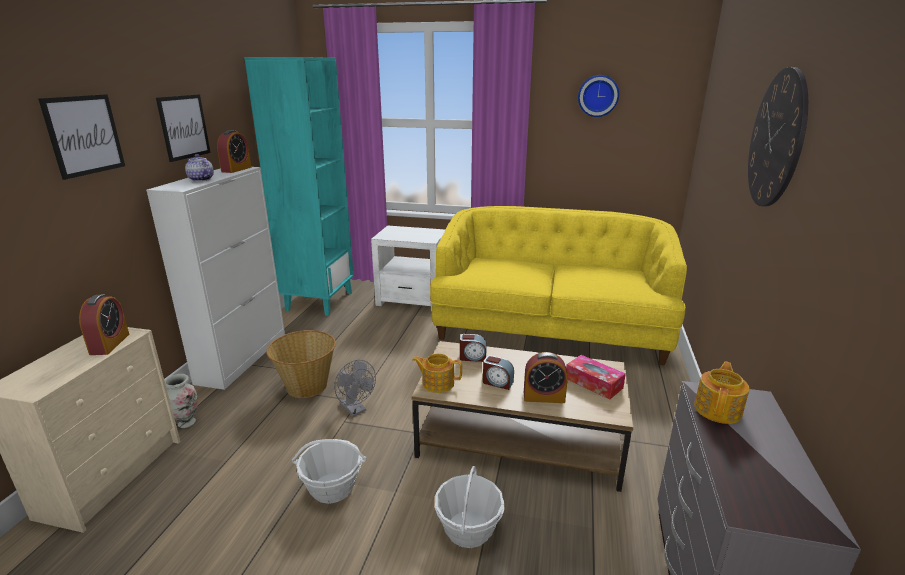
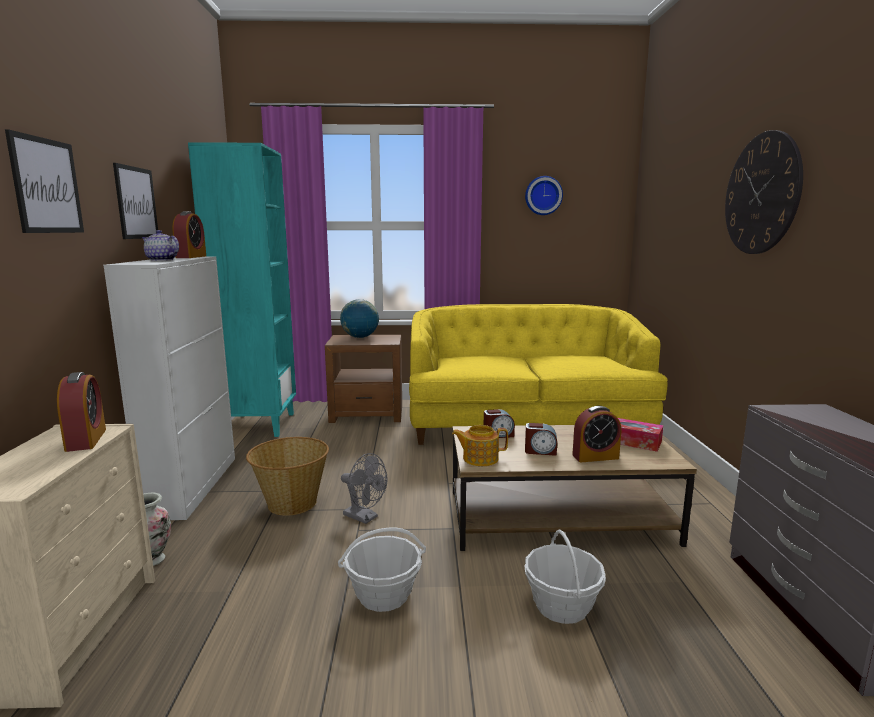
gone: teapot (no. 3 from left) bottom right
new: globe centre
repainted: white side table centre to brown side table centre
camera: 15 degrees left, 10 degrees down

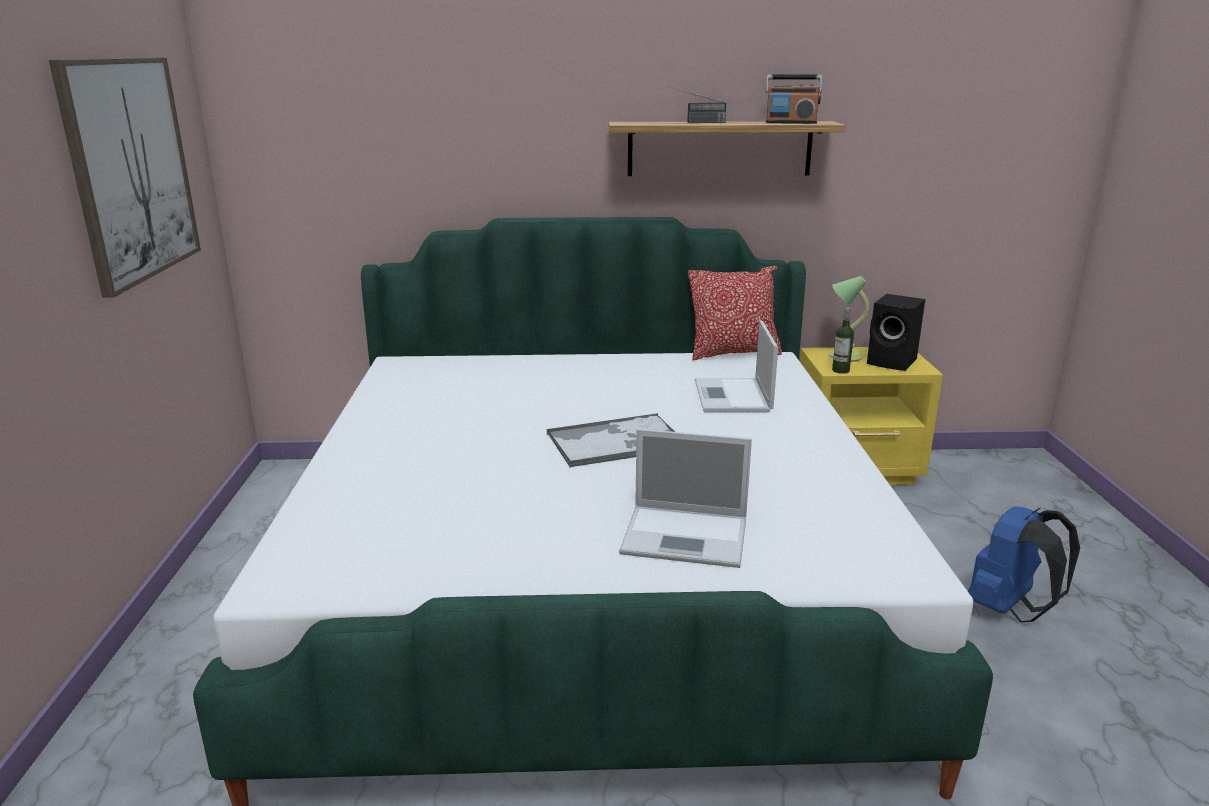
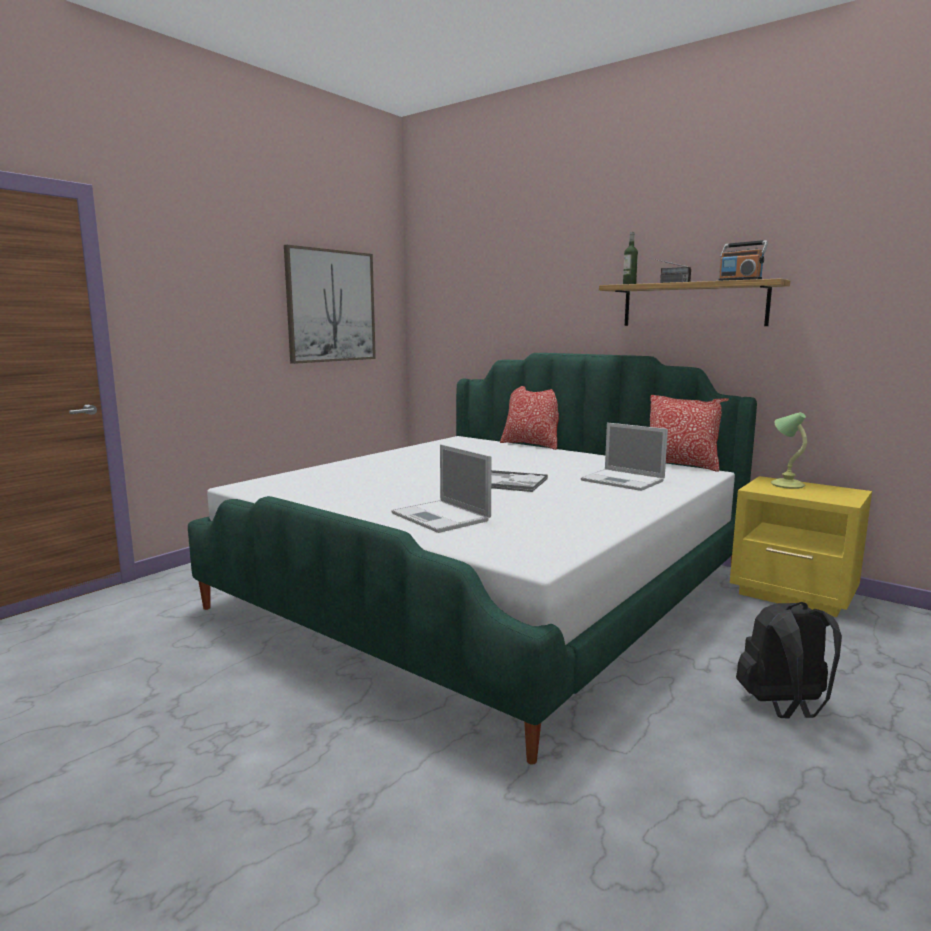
gone: black speaker middle right
new: pillow (no. 1 from left) centre
shifted: bottle middle right to top right
repainted: blue backpack bottom right to black backpack bottom right
rotated: laptop (no. 2 from left) centre = middle right 90 degrees counterclockwise
camera: 40 degrees right, 10 degrees down

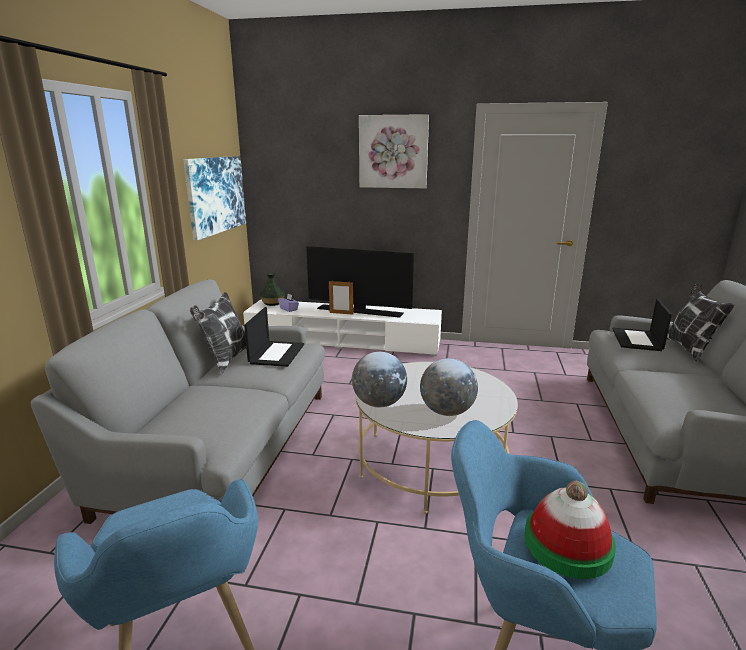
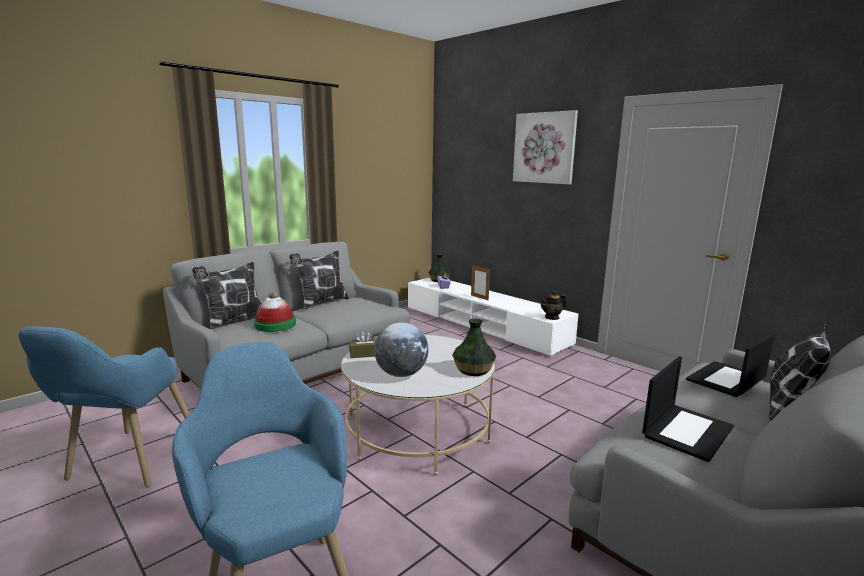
gone: picture (no. 1 from left) top left; television centre
new: pillow (no. 1 from left) middle left; vase (no. 2 from left) centre; teapot centre
shifted: laptop (no. 1 from left) centre to bottom right; hat bottom right to middle left
swapped: globe (no. 1 from left) centre to brown tissue box centre
camera: 35 degrees right, 5 degrees down

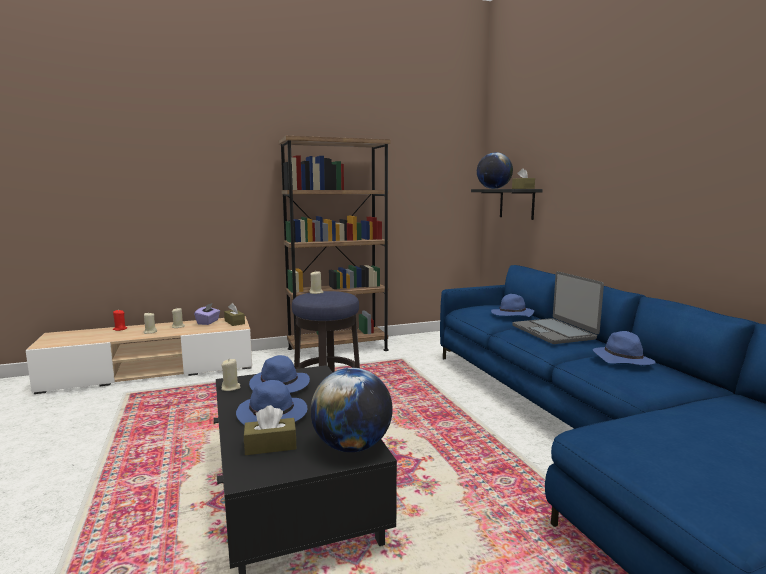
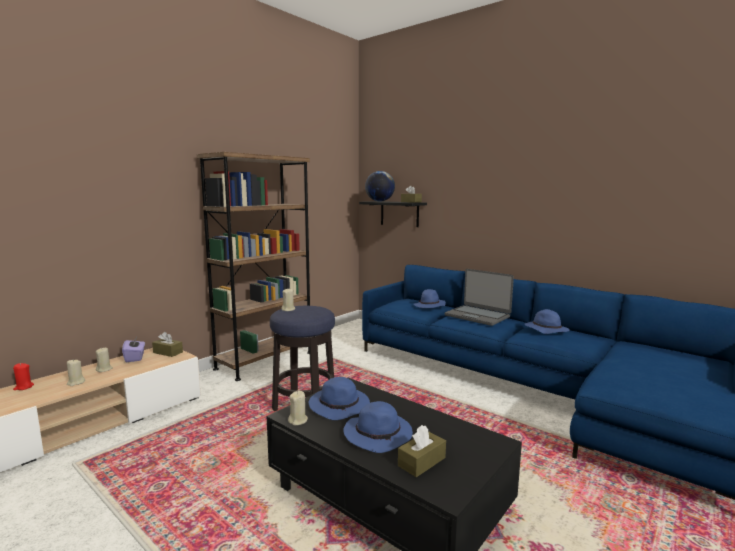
gone: globe (no. 1 from left) bottom centre
camera: 30 degrees left, 0 degrees up

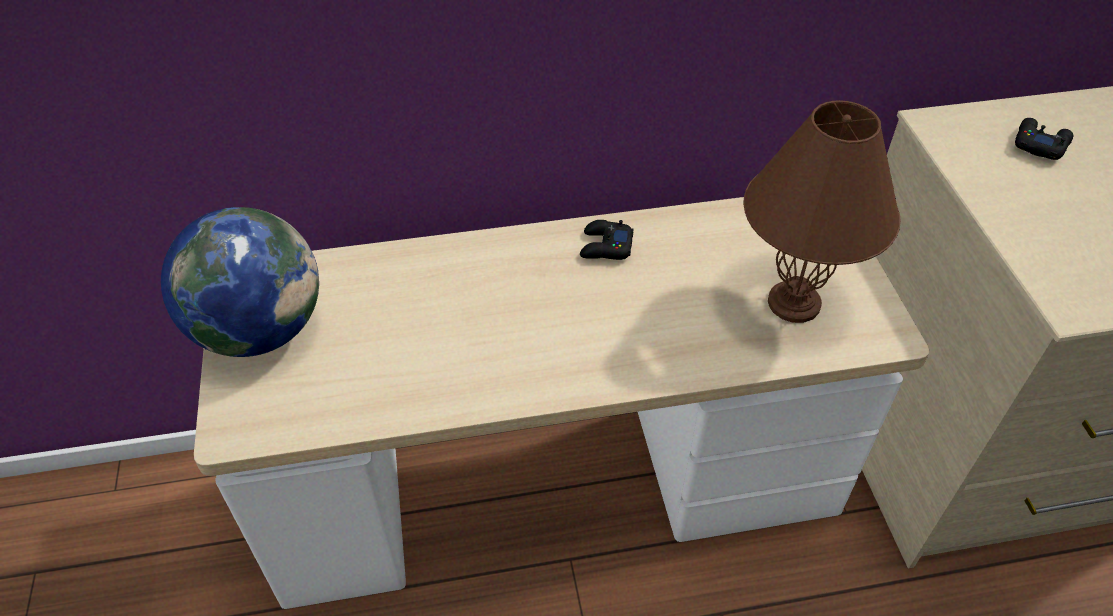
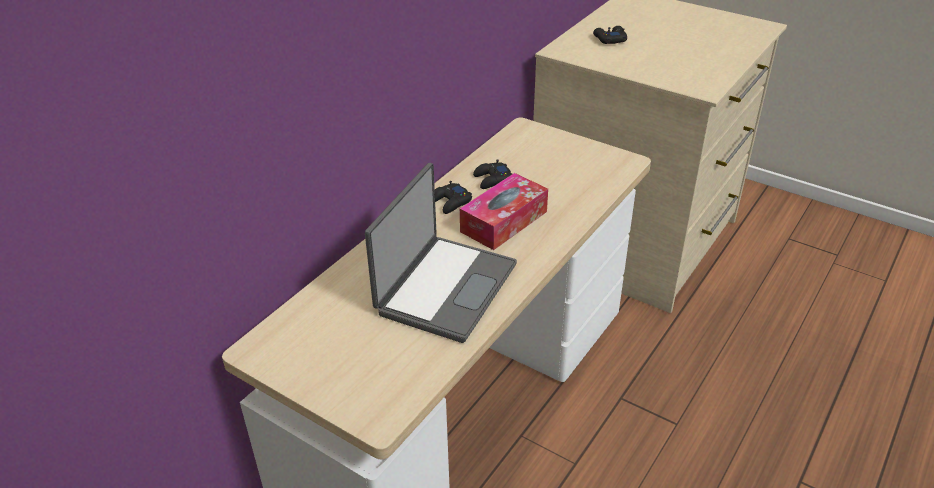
gone: globe middle left; brown table lamp middle right
new: laptop centre; tissue box centre; black game controller (no. 2 from left) centre
camera: 45 degrees left, 10 degrees down

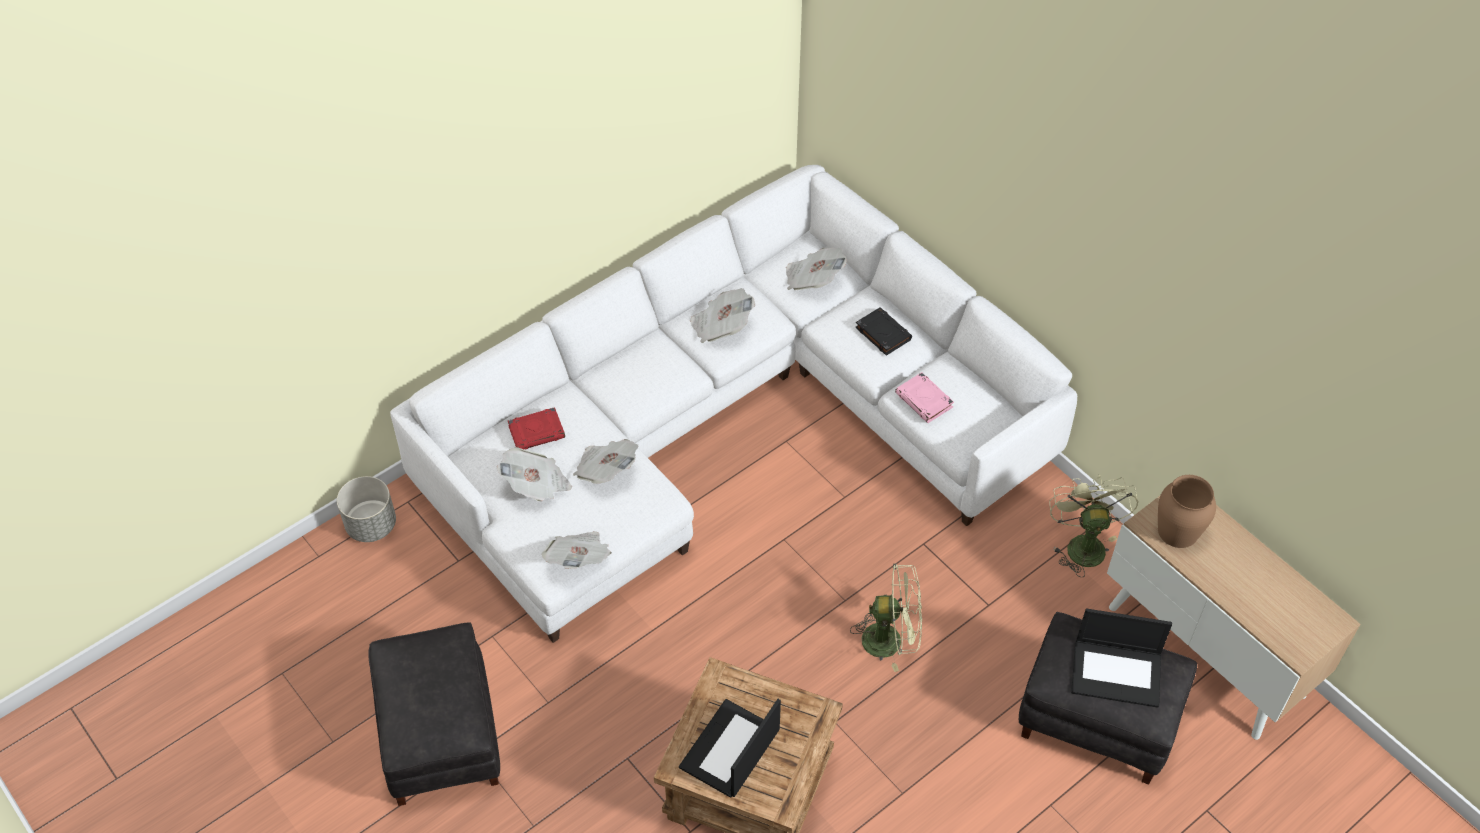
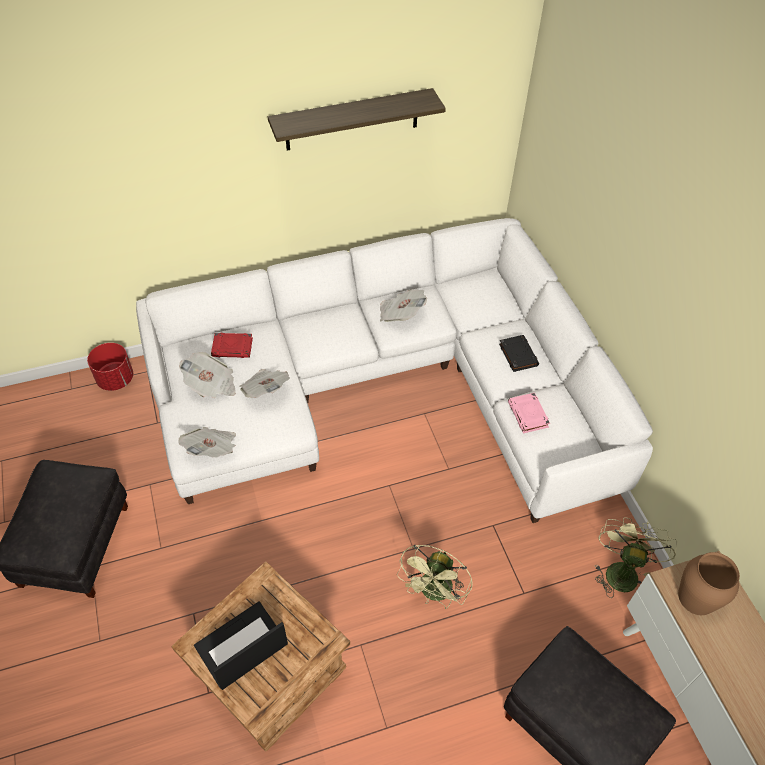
gone: newspaper (no. 5 from left) top centre; laptop (no. 2 from left) bottom right
new: shelf top centre
repainted: grey planter middle left to red planter middle left
rotated: green fan (no. 1 from left) bottom centre = bottom centre 90 degrees clockwise
camera: 20 degrees right, 0 degrees up

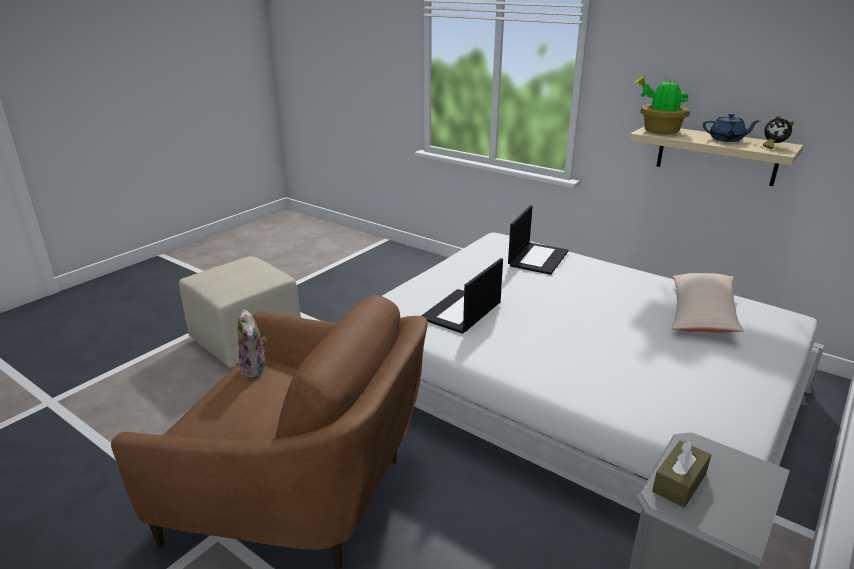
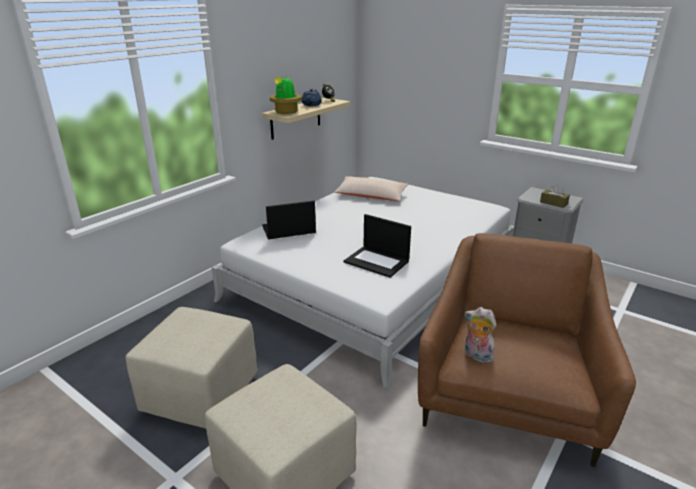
new: beige ottoman (no. 1 from left) bottom left
rotated: plush toy middle left = bottom right 120 degrees counterclockwise; laptop (no. 2 from left in the first image) centre = centre 45 degrees counterclockwise
camera: 90 degrees left, 0 degrees up

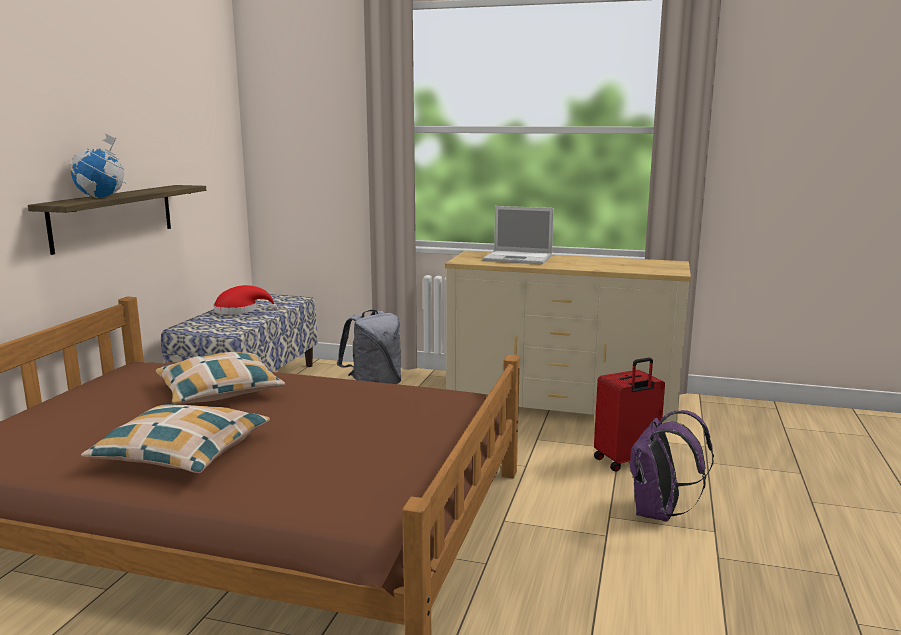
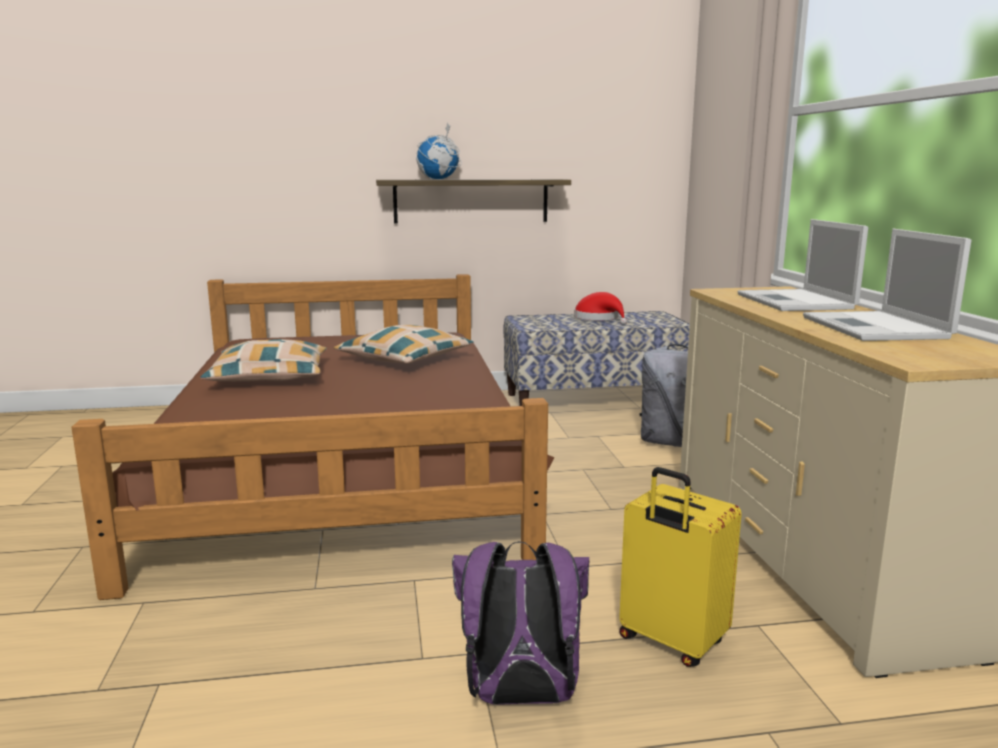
new: laptop (no. 2 from left) middle right
repainted: red suitcase middle right to yellow suitcase bottom right
camera: 65 degrees right, 0 degrees up

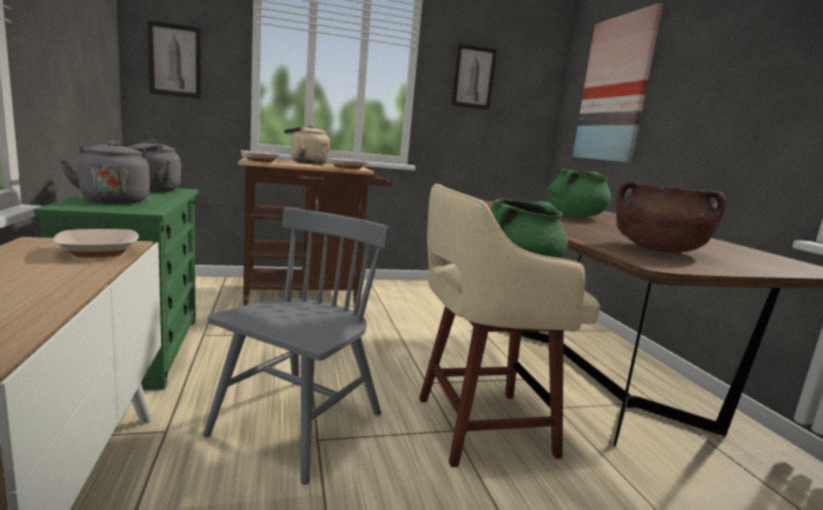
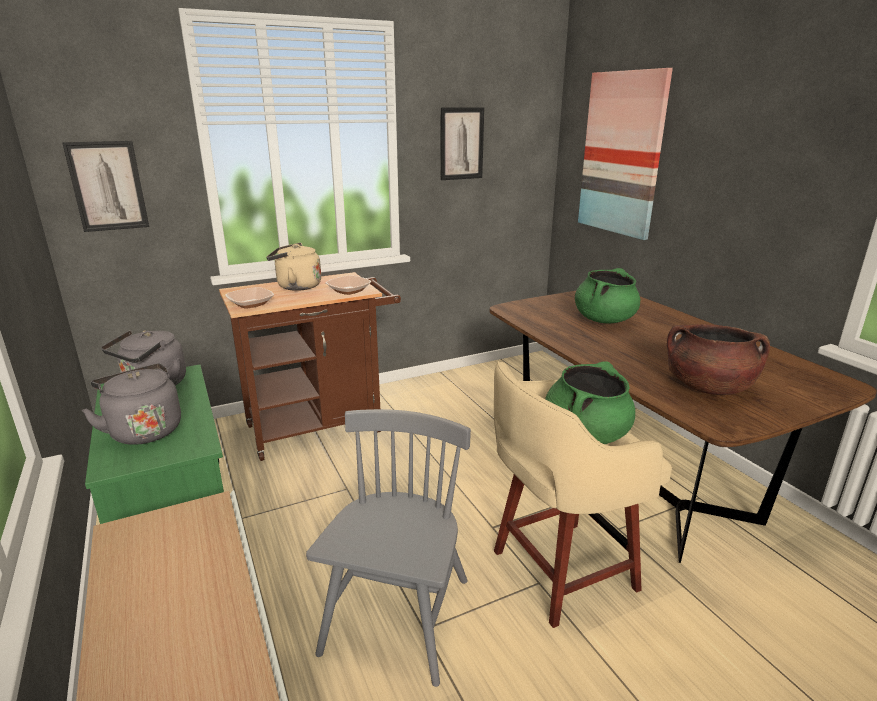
gone: bowl (no. 1 from left) middle left
camera: 10 degrees left, 10 degrees up

